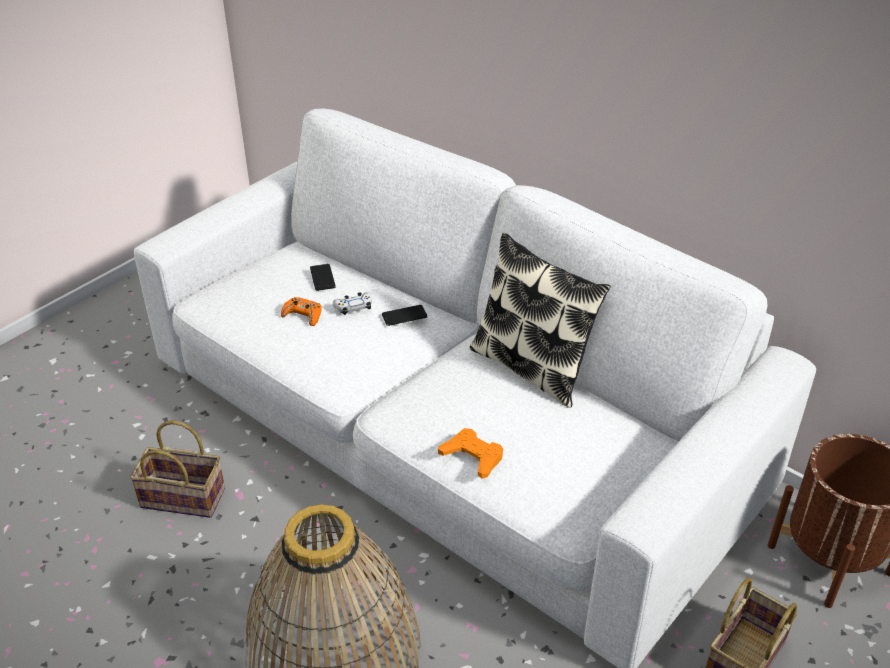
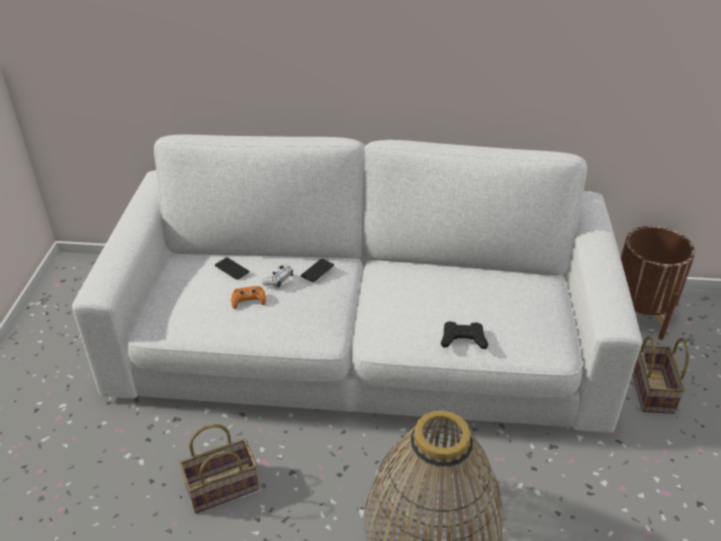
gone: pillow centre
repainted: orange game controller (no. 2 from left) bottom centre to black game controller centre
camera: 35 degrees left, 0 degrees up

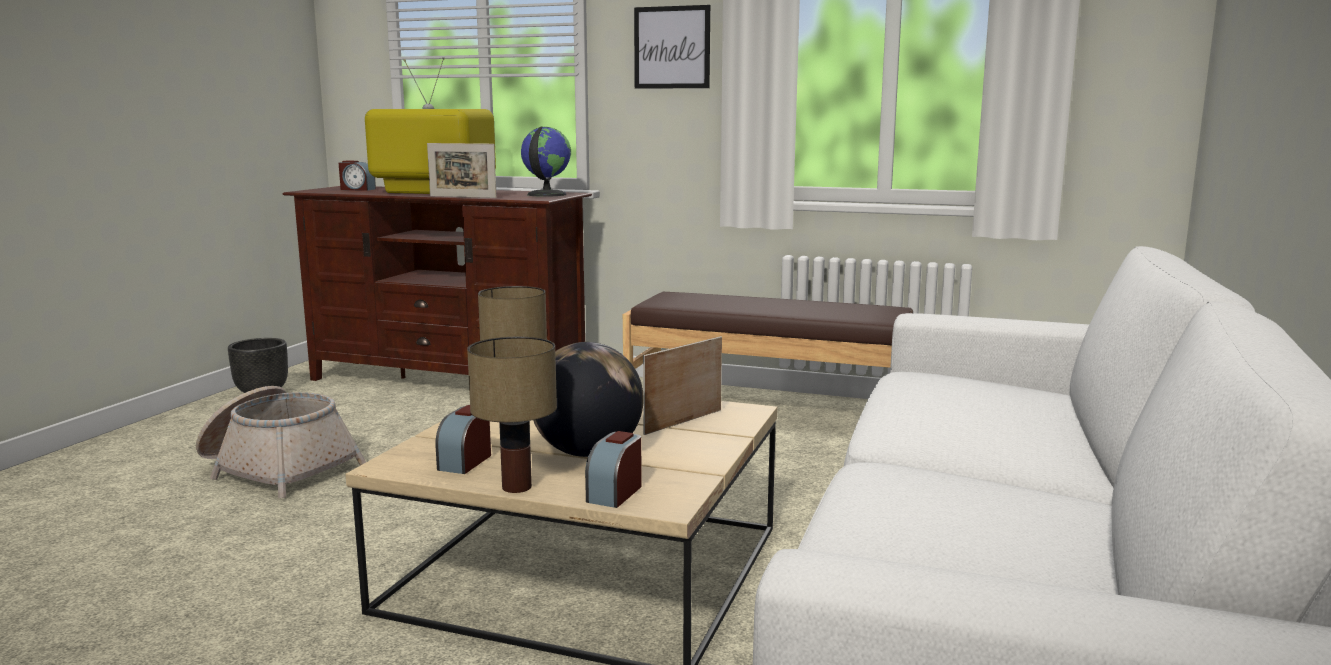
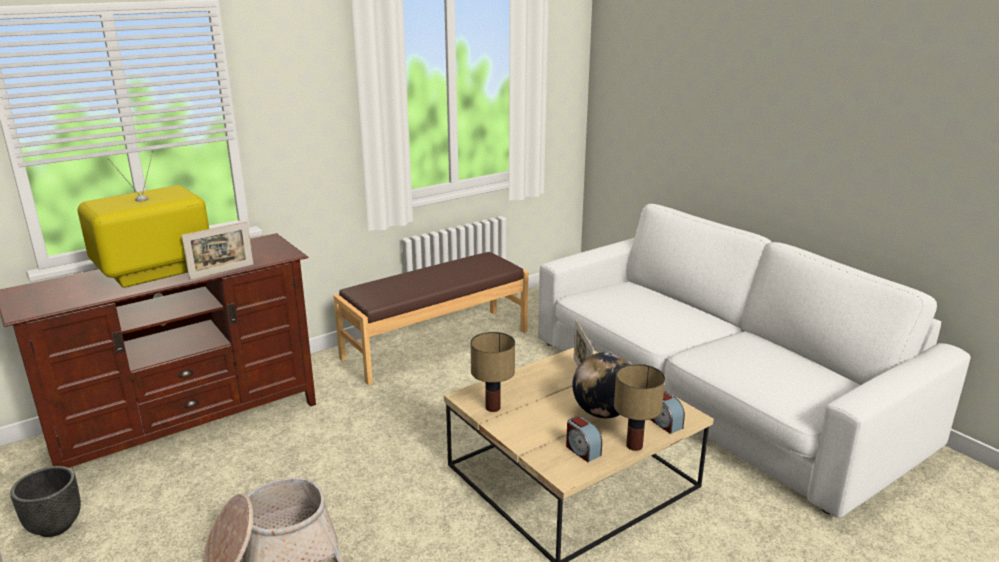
gone: alarm clock (no. 1 from left) top left; globe (no. 1 from left) top centre; picture top centre
camera: 55 degrees left, 10 degrees up

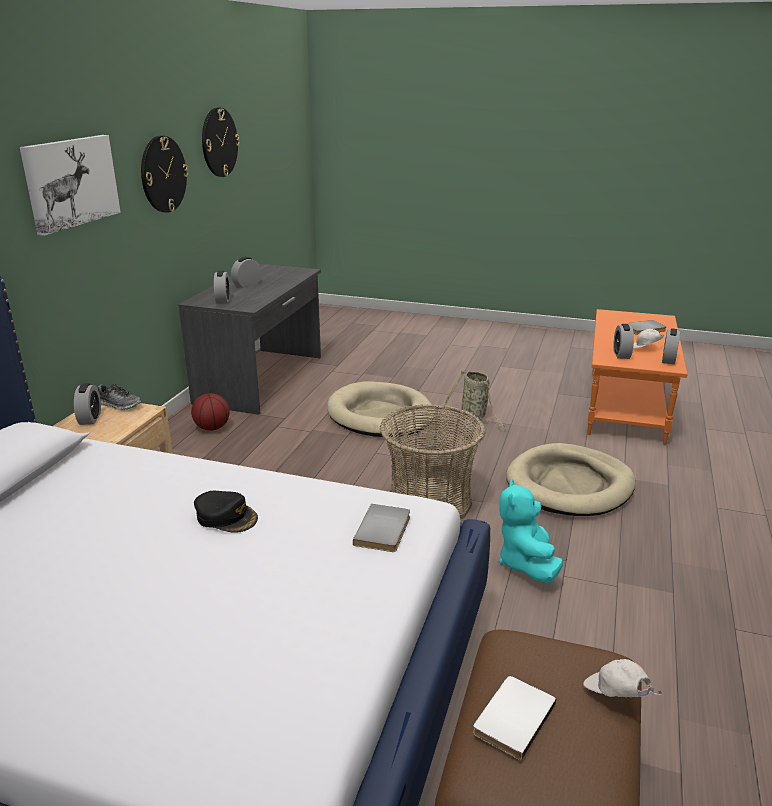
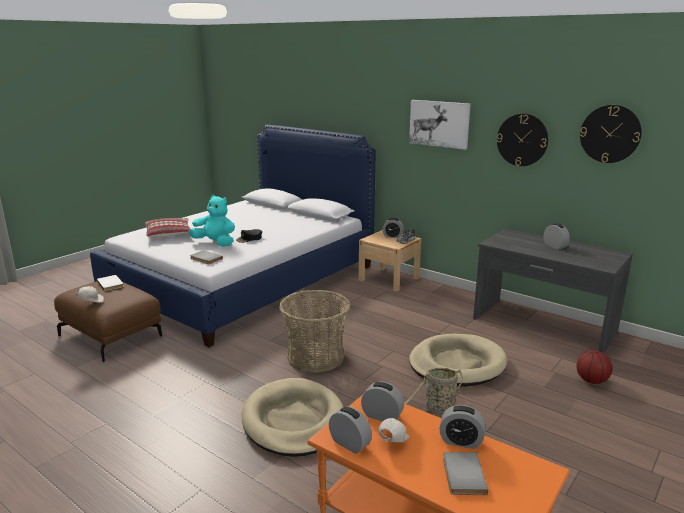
new: pillow middle left
shifted: basketball middle left to bottom right; alarm clock (no. 2 from left in the first image) middle left to alarm clock (no. 4 from left) bottom right; turquoise plush toy middle right to middle left
camera: 110 degrees right, 5 degrees down

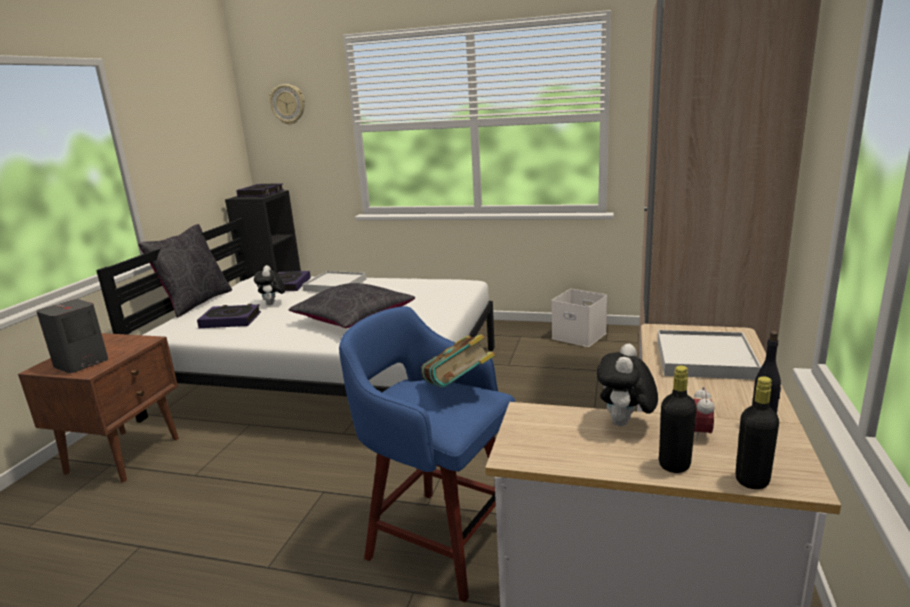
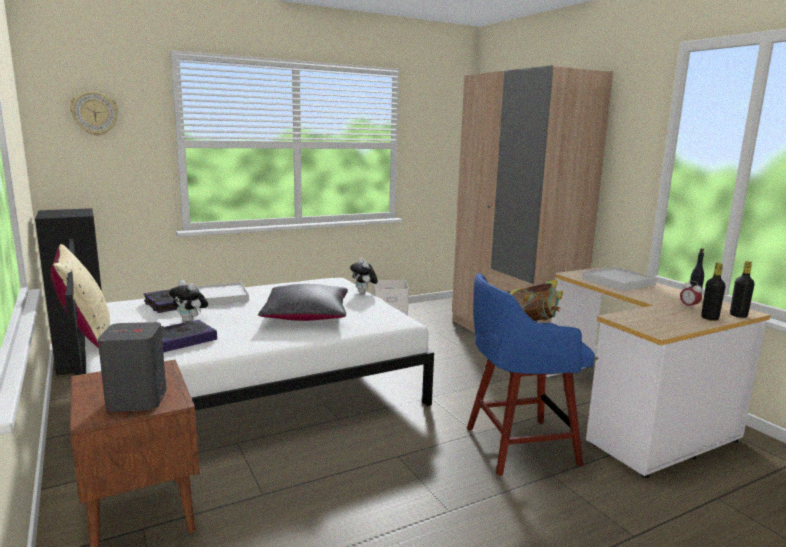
gone: book (no. 2 from left) top left
shifted: plush toy (no. 2 from left) middle right to centre
repainted: black pillow (no. 1 from left) middle left to beige pillow middle left
camera: 45 degrees left, 5 degrees down

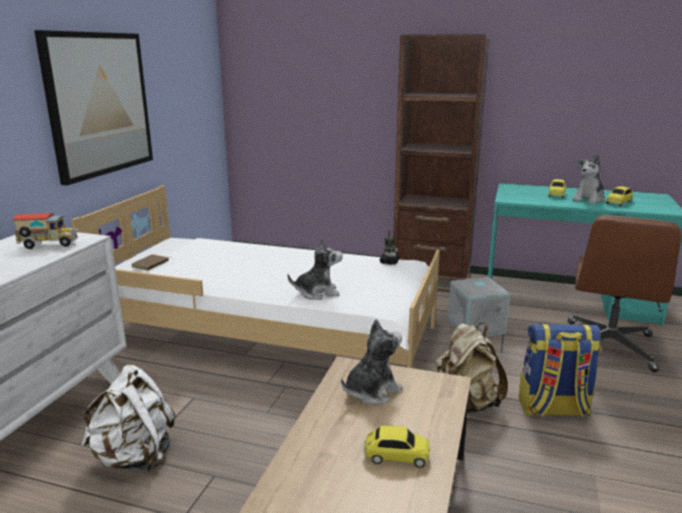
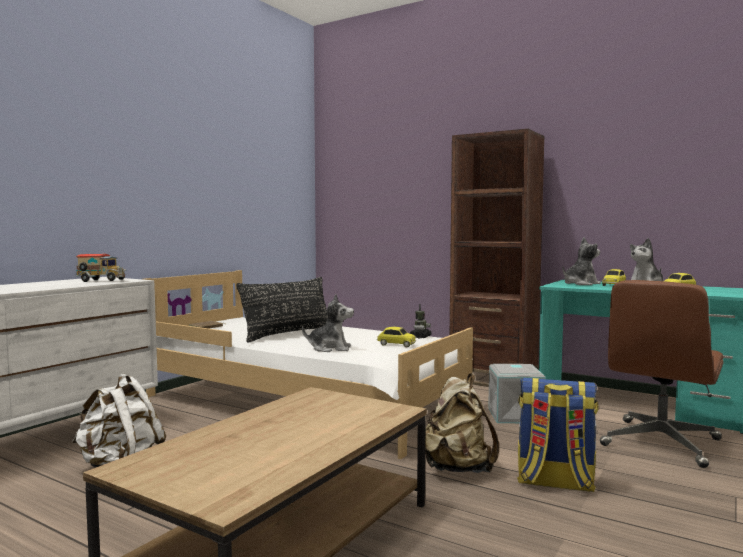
gone: picture top left
new: black pillow centre
shifted: plush toy (no. 2 from left) bottom centre to middle right; toy car (no. 1 from left) bottom centre to centre
camera: 15 degrees right, 15 degrees down

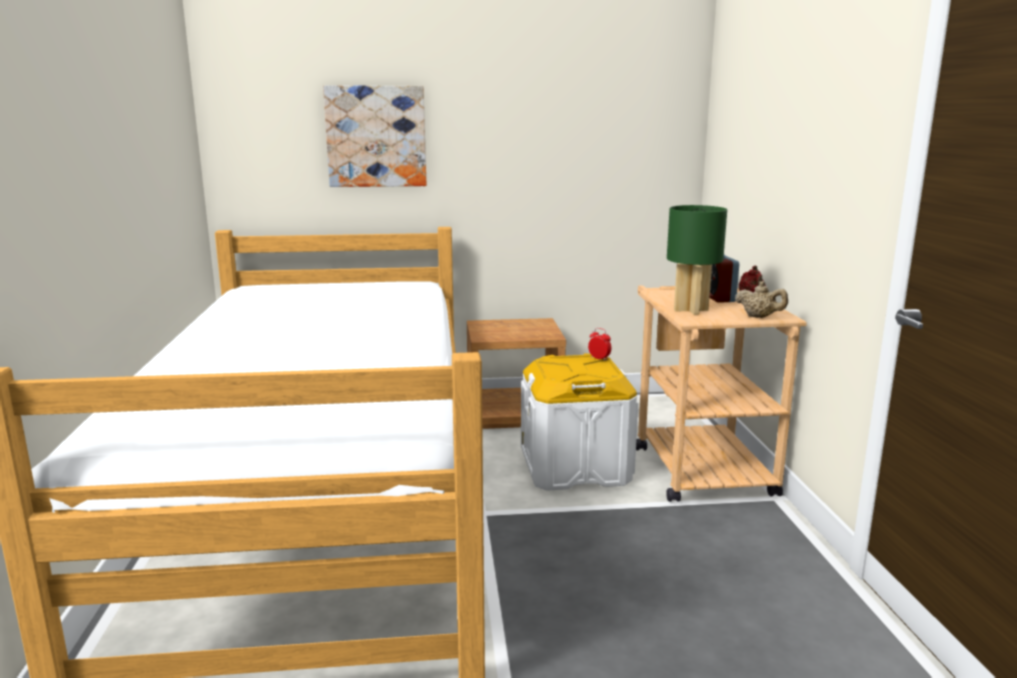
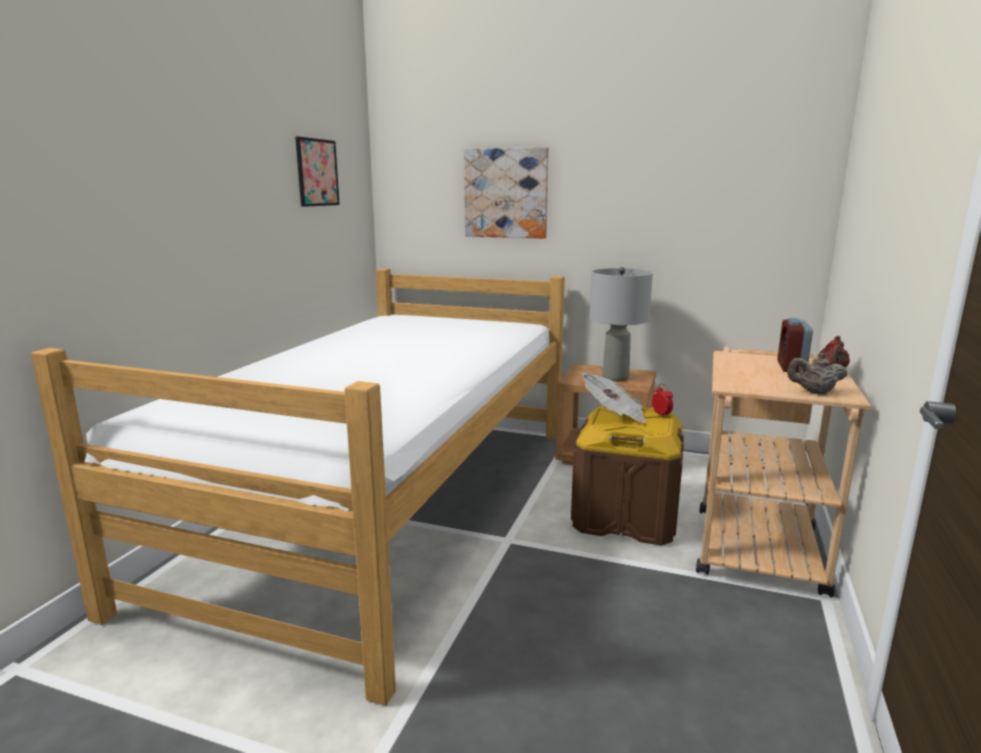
gone: green table lamp middle right
new: picture (no. 1 from left) top left; newspaper centre; grey table lamp centre
repainted: white storage box centre to brown storage box centre
rotated: beige teapot middle right = middle right 120 degrees clockwise
camera: 25 degrees right, 0 degrees up

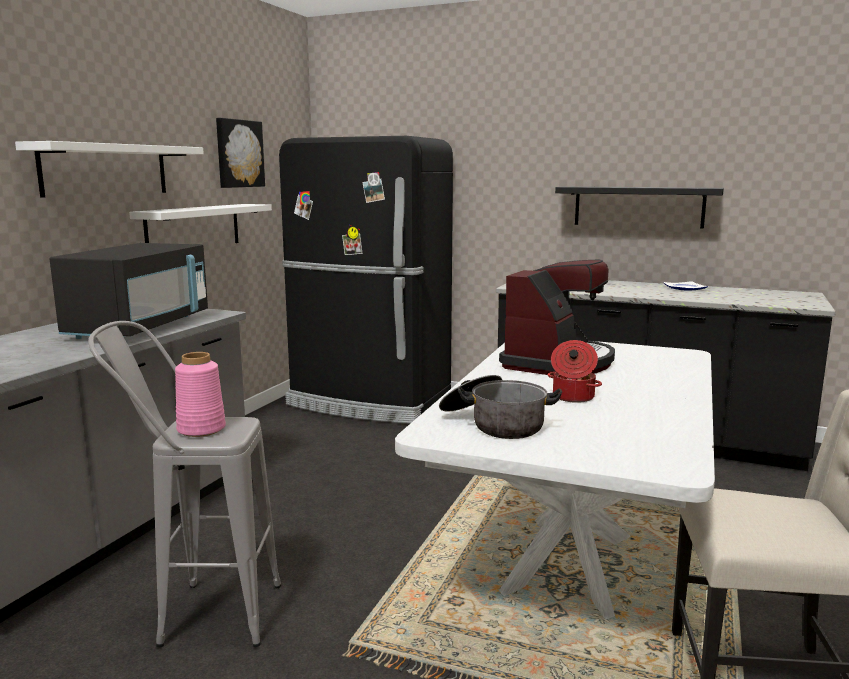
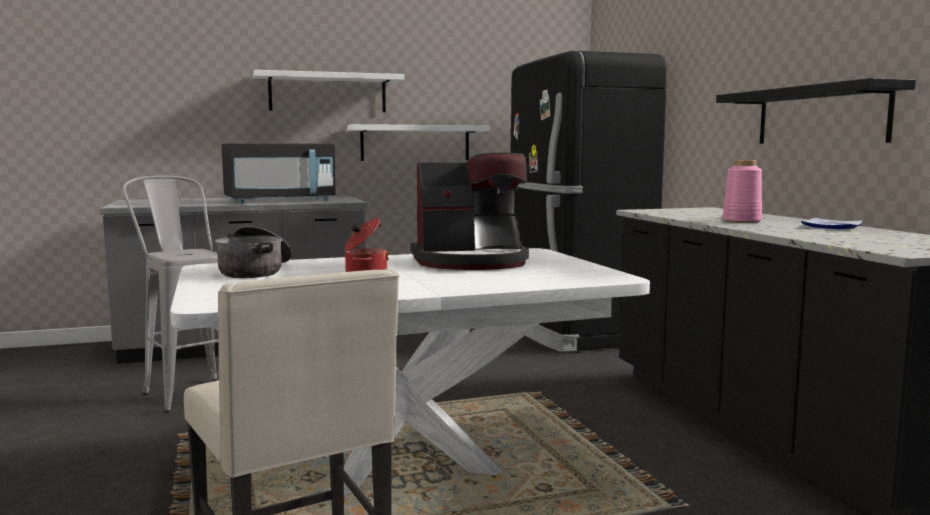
gone: picture top left
shifted: pink vase middle left to middle right
camera: 50 degrees right, 5 degrees down

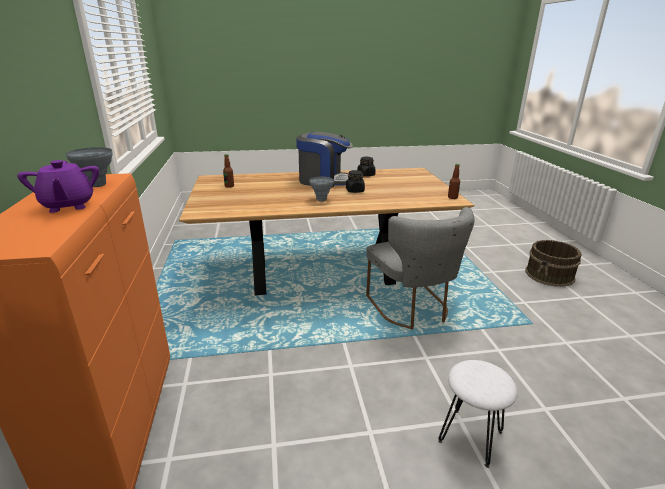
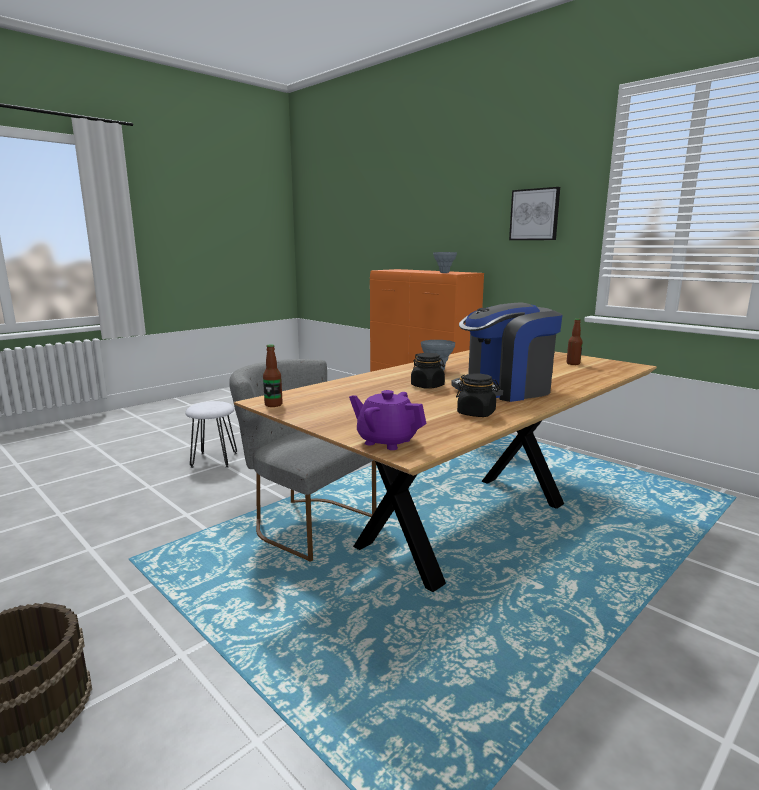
new: picture top right
shifted: purple teapot middle left to centre
camera: 145 degrees right, 10 degrees down

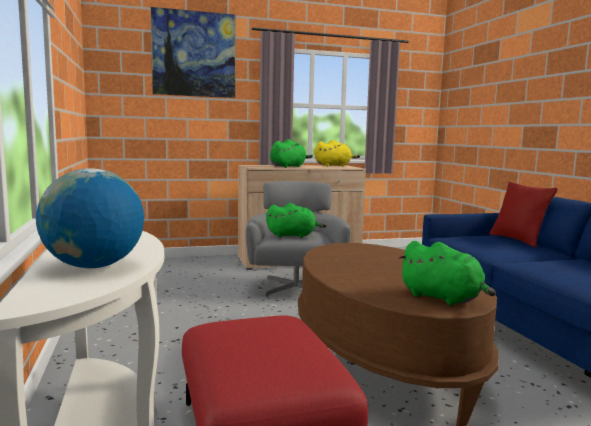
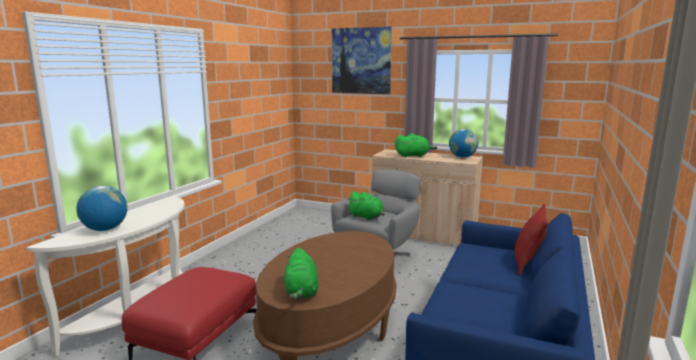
swapped: yellow plush toy centre to globe (no. 2 from left) centre
camera: 40 degrees right, 5 degrees up

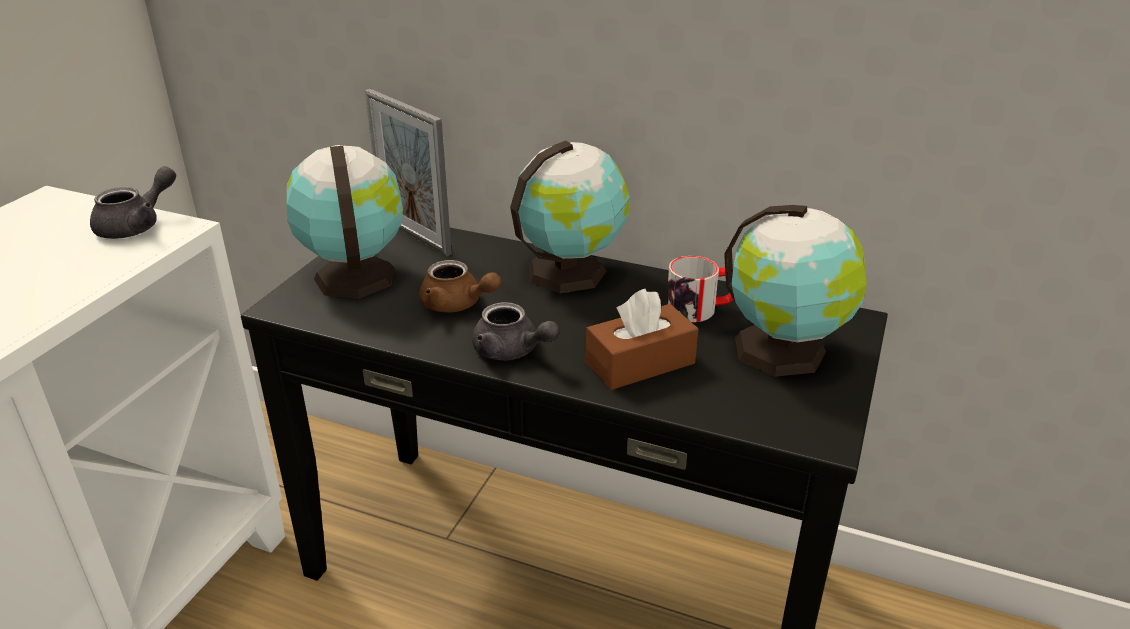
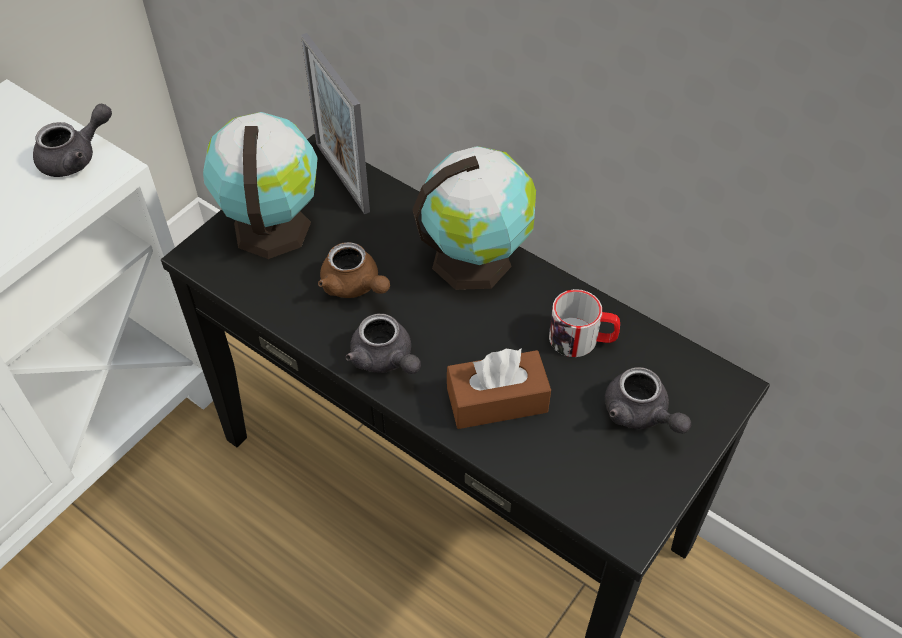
swapped: globe (no. 3 from left) middle right to grey teapot (no. 3 from left) middle right
camera: 15 degrees right, 20 degrees up

